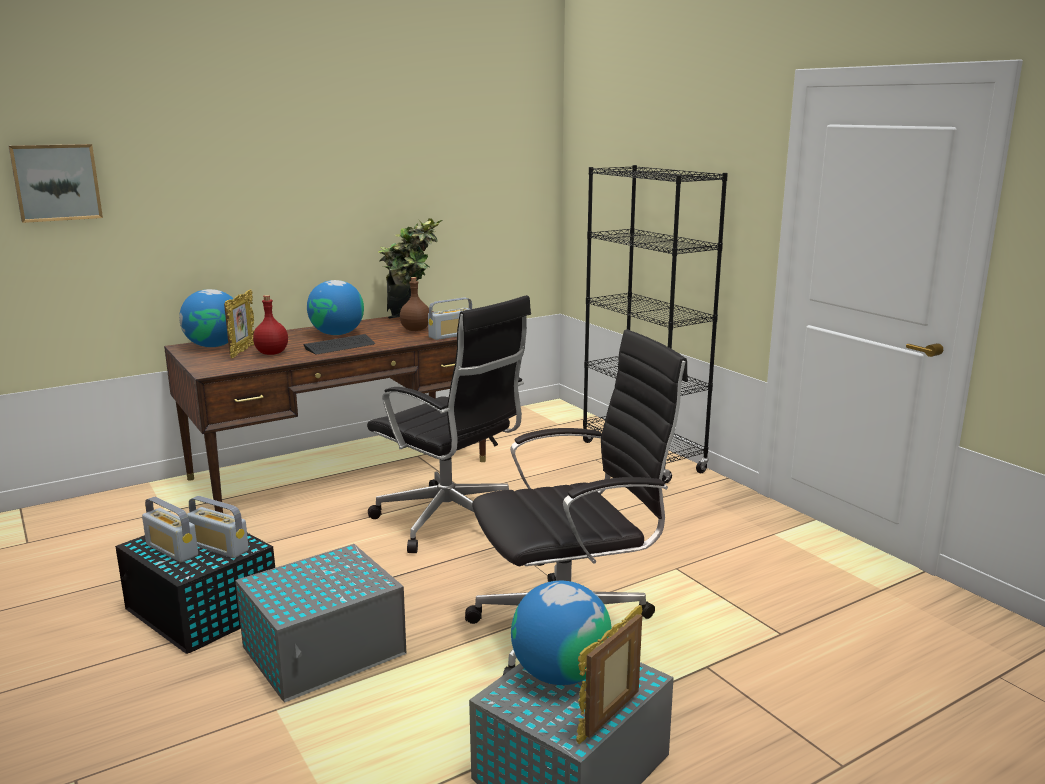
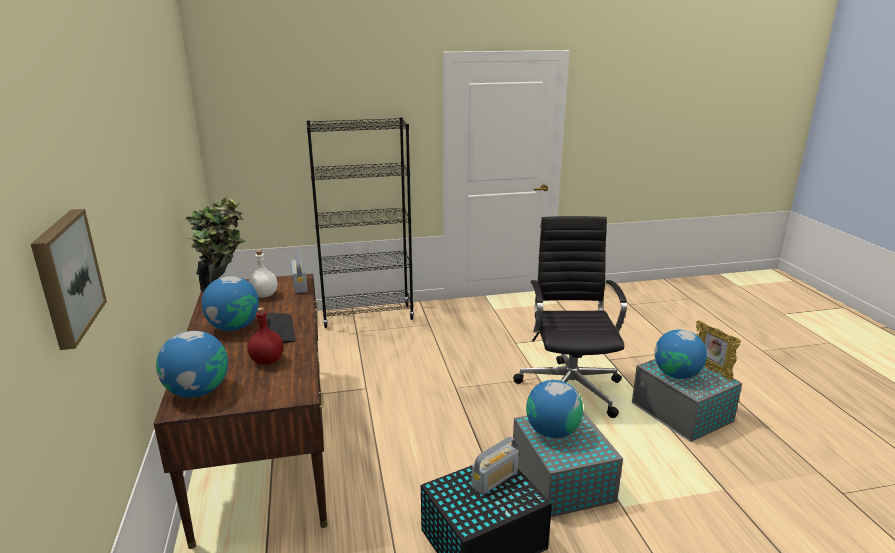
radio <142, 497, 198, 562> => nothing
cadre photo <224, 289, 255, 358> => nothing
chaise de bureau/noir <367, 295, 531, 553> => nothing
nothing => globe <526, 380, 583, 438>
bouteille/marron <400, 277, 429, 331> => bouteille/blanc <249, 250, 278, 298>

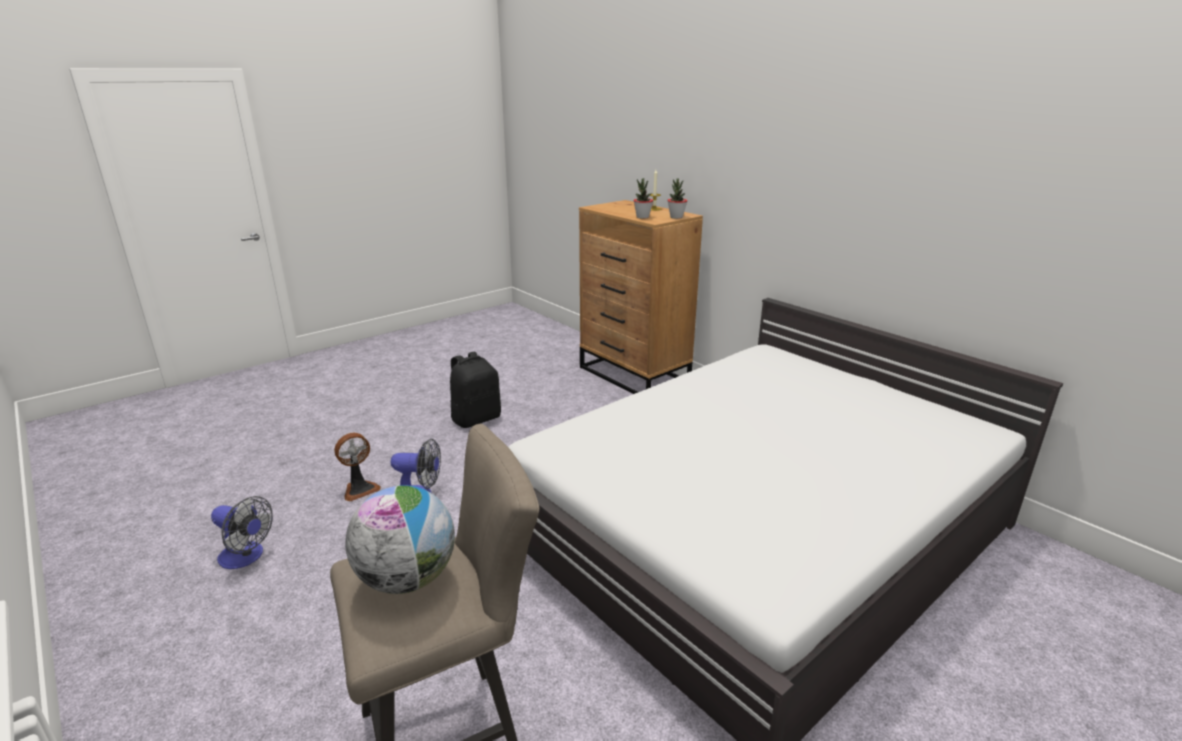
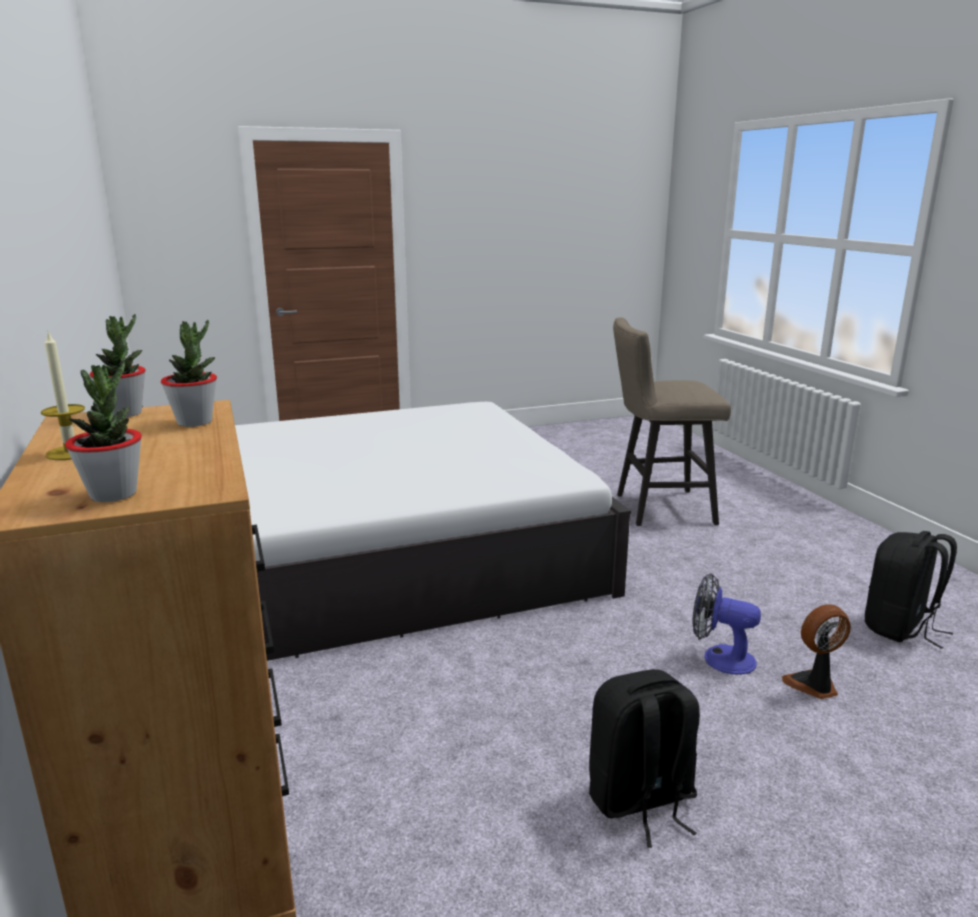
globe <345, 485, 455, 594> => nothing
nothing => plante en pot <65, 360, 142, 502>
ventilateur <211, 496, 273, 569> => sac à dos/noir <865, 531, 957, 649>

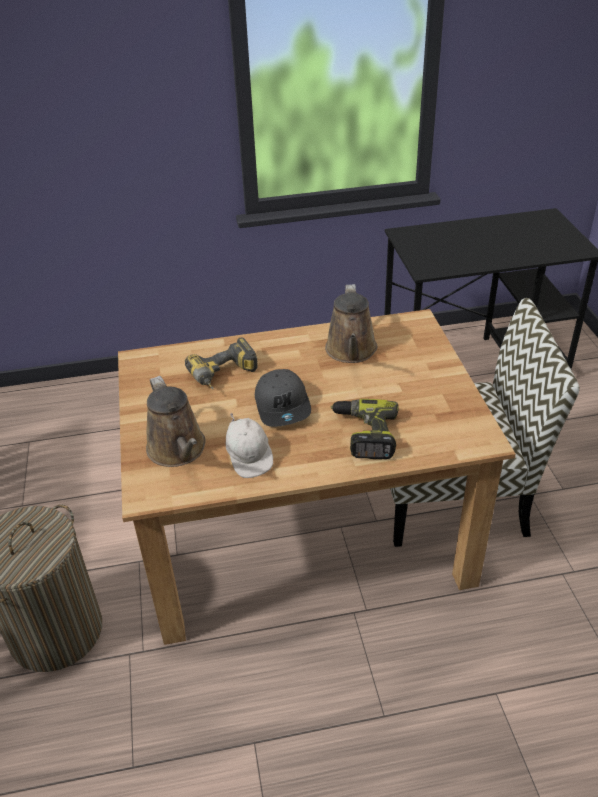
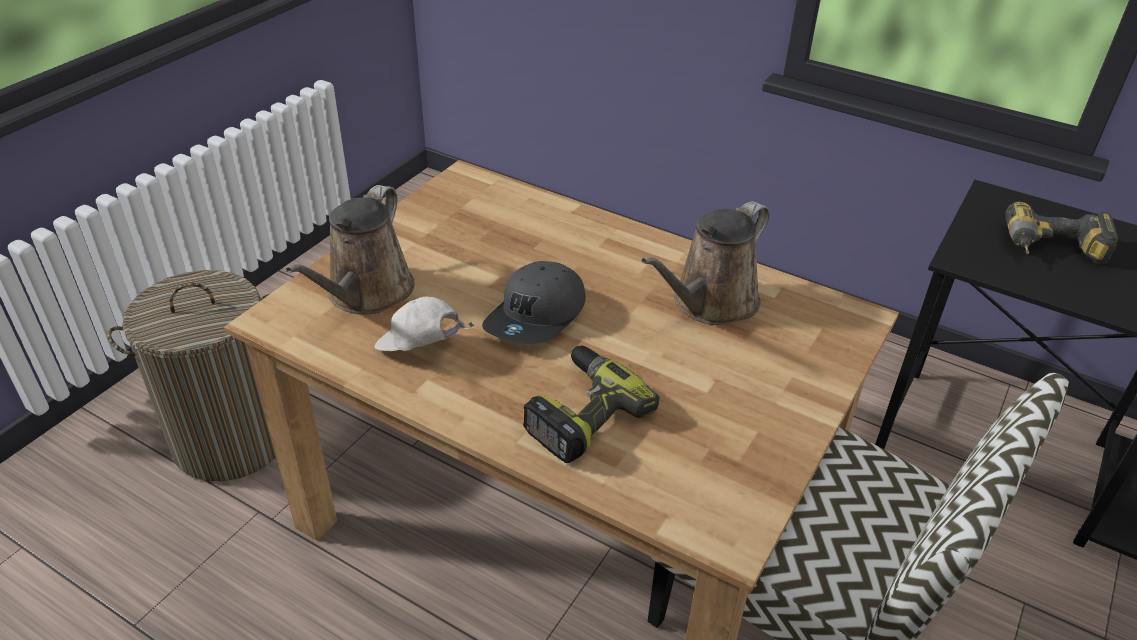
perceuse <185, 337, 258, 389> => perceuse <1005, 202, 1118, 265>, moved
casquette/blanc <226, 412, 273, 478> => casquette/blanc <375, 297, 475, 351>, 90 degrees clockwise

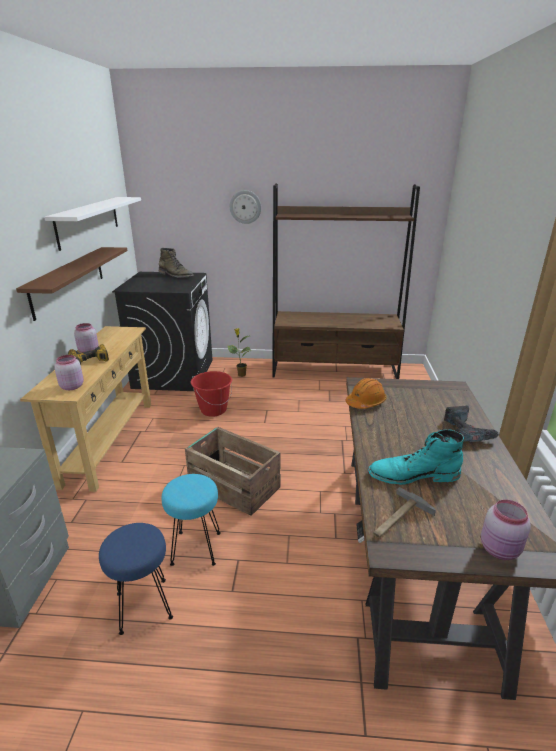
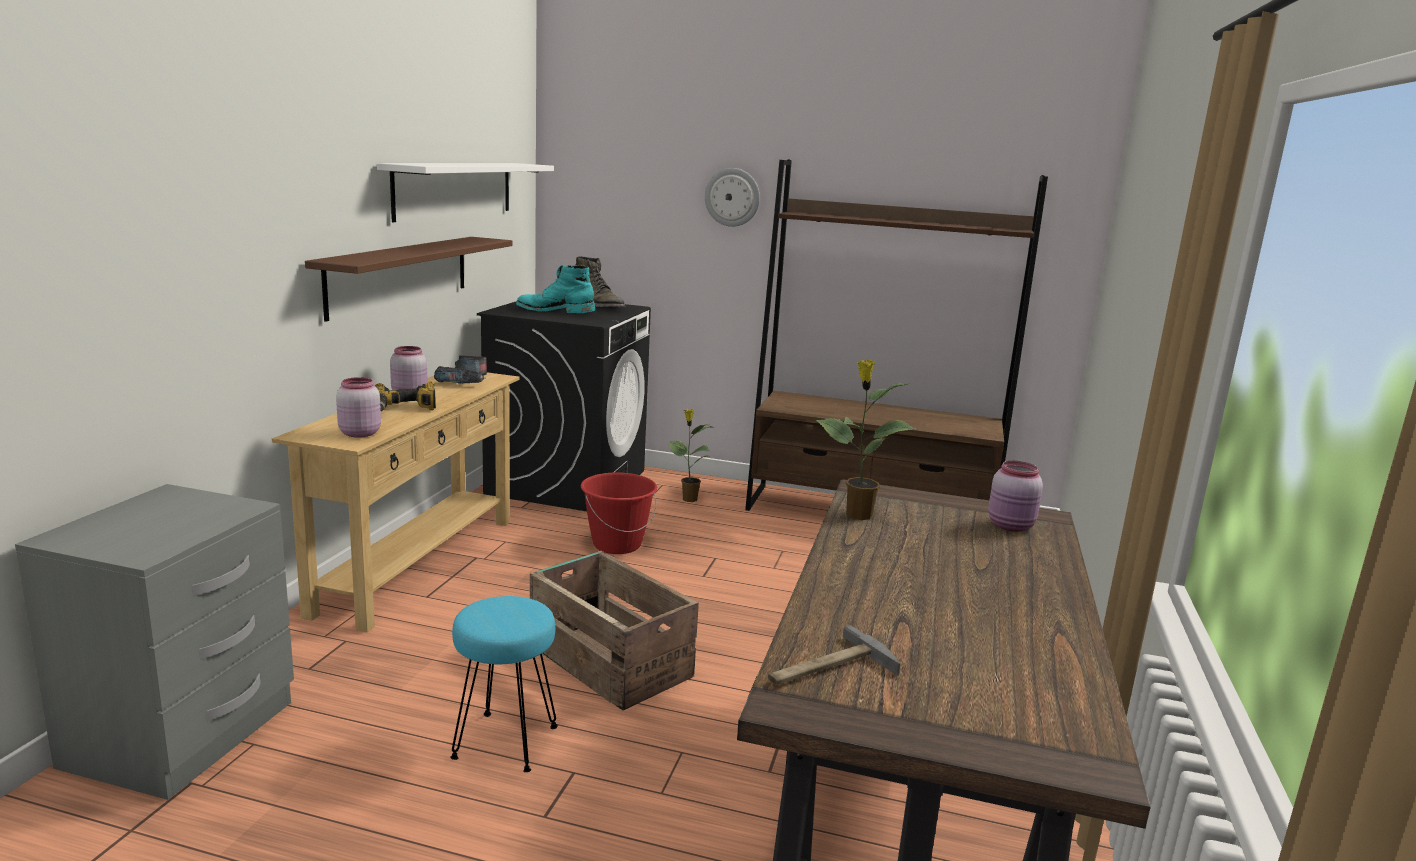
tabouret/bleu <99, 523, 173, 635> => nothing
botte/turquoise <368, 429, 464, 485> => botte/turquoise <516, 265, 595, 313>, moved
perceuse <444, 405, 500, 442> => perceuse <434, 355, 487, 384>, moved
bocal/rose <481, 499, 531, 560> => bocal/rose <988, 461, 1043, 532>, moved
casque de chantier/orange <345, 378, 386, 409> => plante en pot <816, 360, 915, 520>

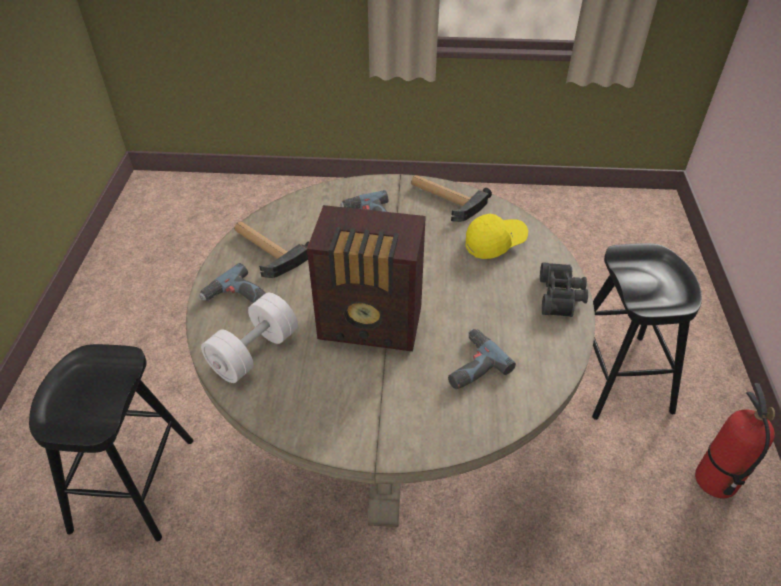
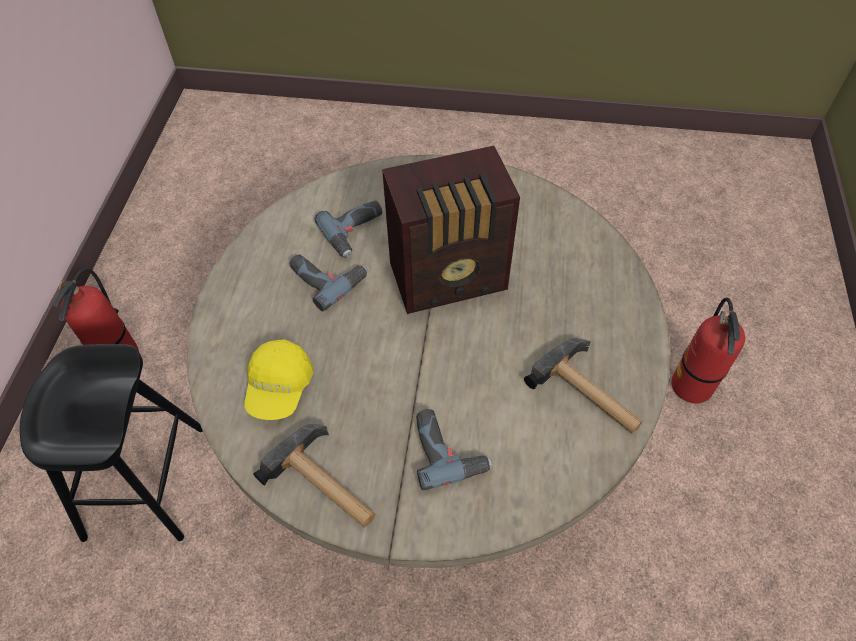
haltère/blanc <201, 293, 298, 383> => nothing
jumelles/noir <540, 262, 588, 317> => nothing
perceuse <199, 263, 266, 303> => perceuse <290, 254, 367, 311>, moved
tabouret/noir <29, 344, 193, 541> => extincteur <671, 297, 745, 403>
radio <307, 205, 426, 351> => radio <382, 146, 520, 314>, 150 degrees clockwise
casquette/jaune <466, 214, 528, 259> => casquette/jaune <245, 339, 313, 420>, 60 degrees counterclockwise

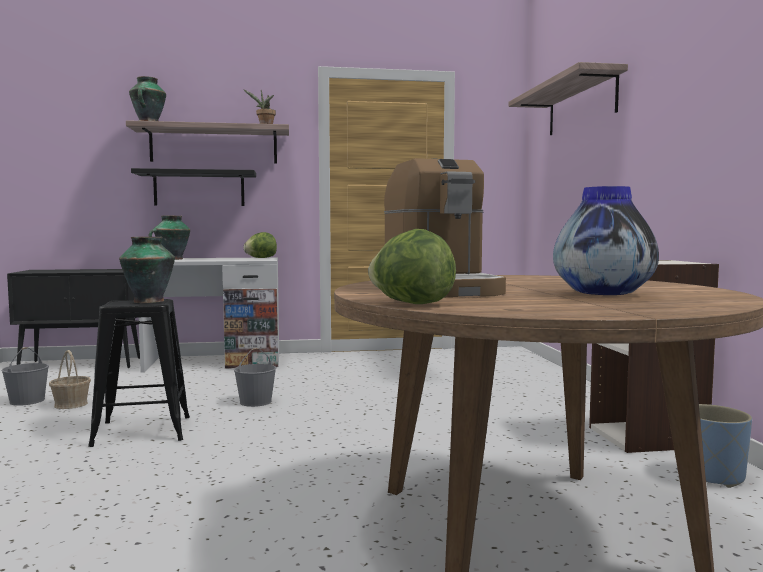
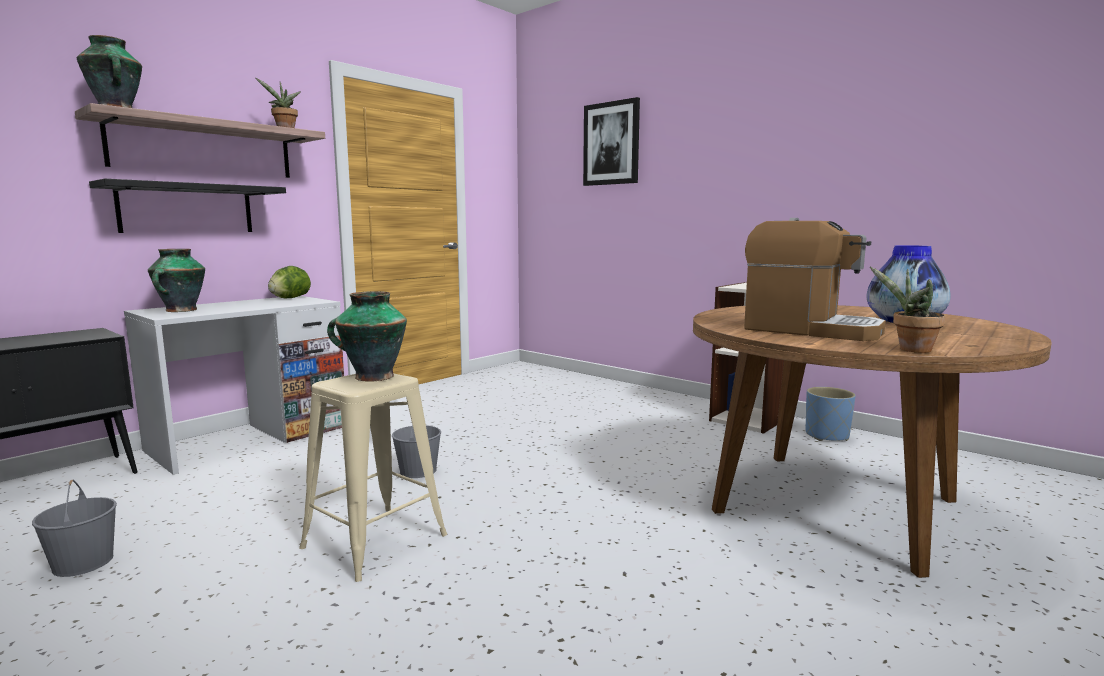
panier <49, 350, 91, 409> => nothing
laitue <368, 229, 456, 304> => plante en pot <870, 267, 945, 353>
étagère <508, 62, 628, 135> => tableau <583, 97, 640, 186>
tabouret/noir <88, 299, 190, 447> => tabouret/beige <299, 373, 447, 582>

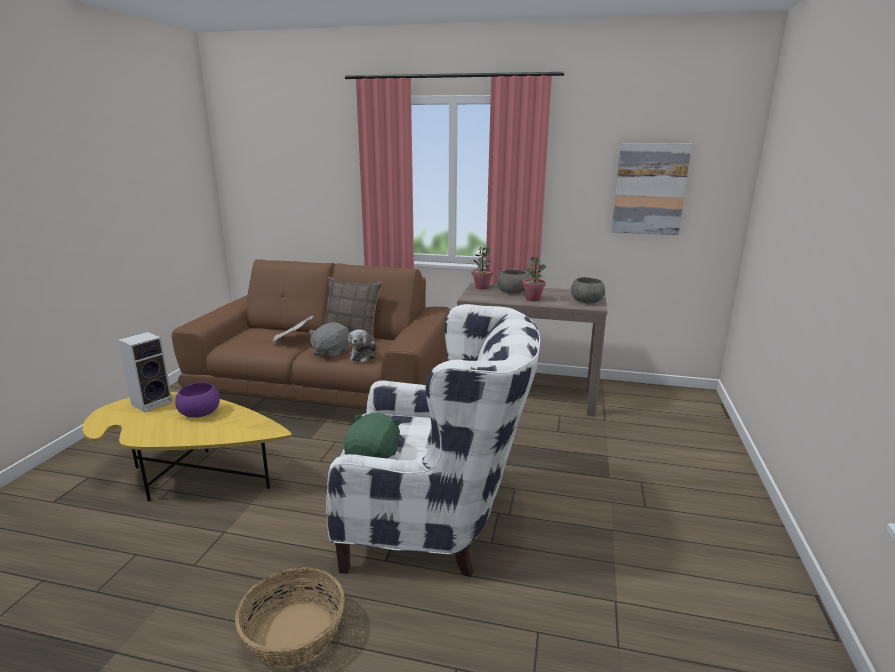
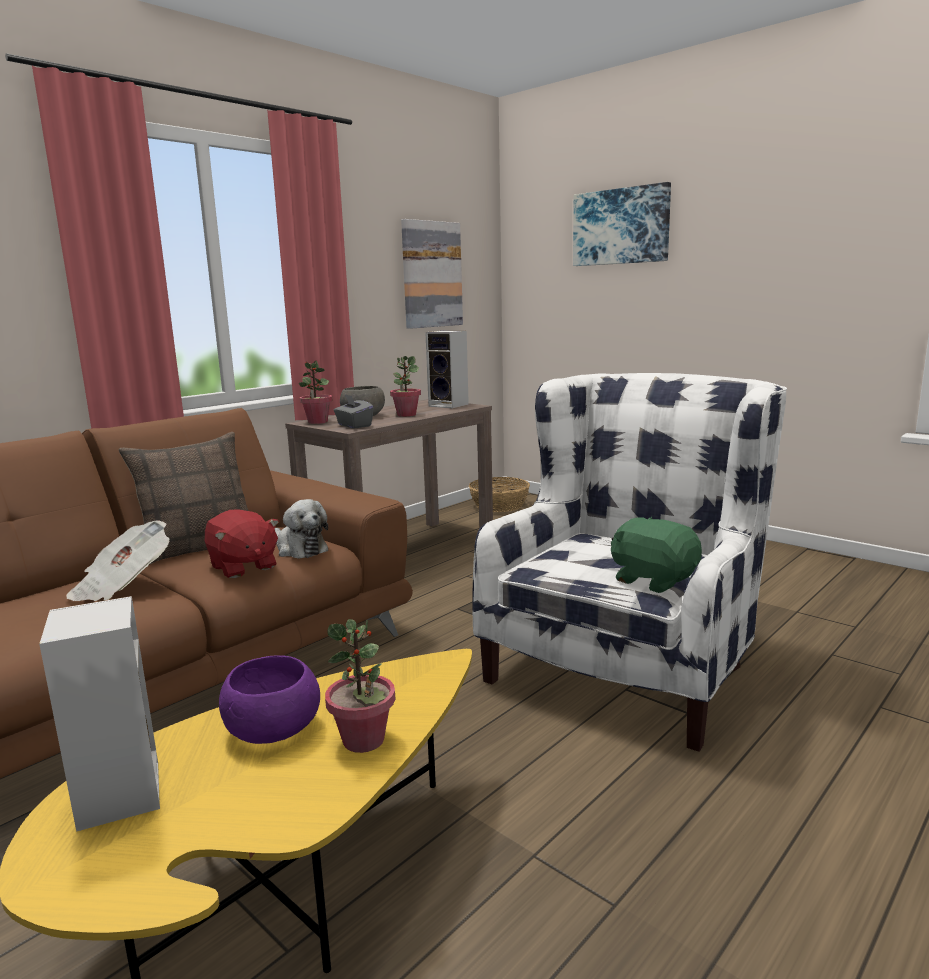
nothing => plante en pot <325, 619, 395, 753>
nothing => boîte à mouchoirs/gris <334, 394, 374, 429>
nothing => tableau <573, 182, 671, 266>
panier <235, 567, 345, 668> => panier <469, 477, 530, 512>, moved
bol/gris <571, 277, 605, 304> => enceinte <425, 331, 469, 408>
peluche/gris <308, 322, 350, 358> => peluche/rouge <204, 509, 279, 578>

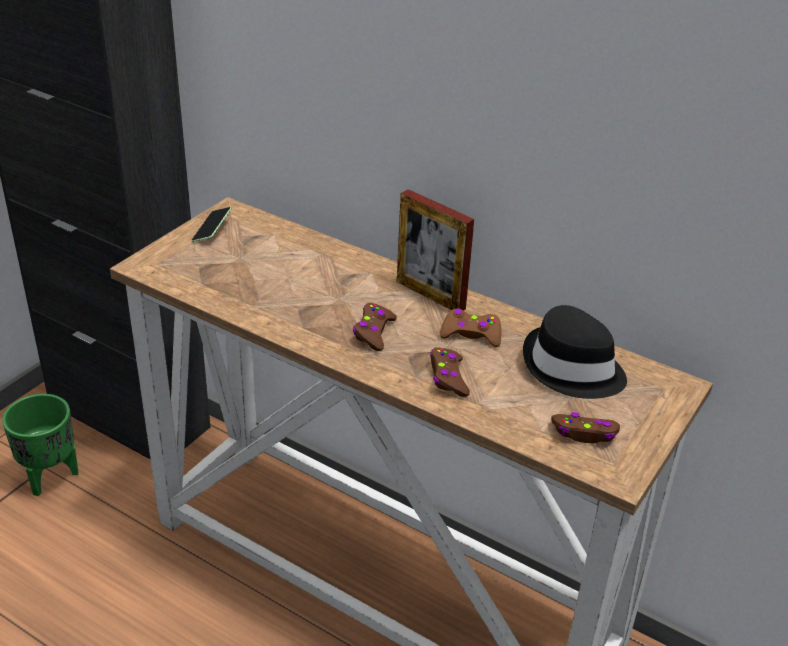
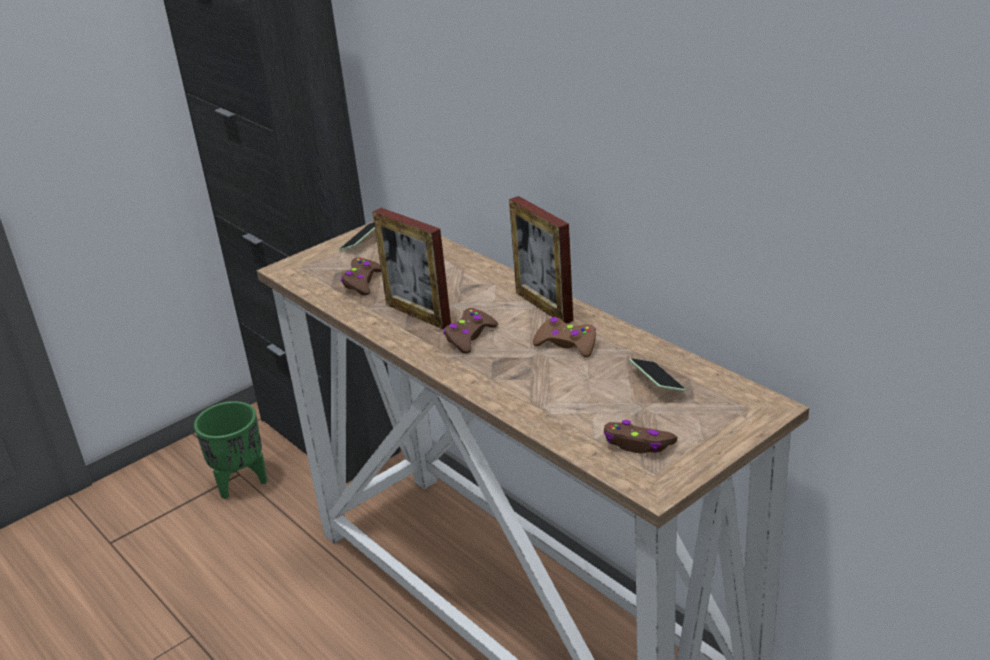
nothing => cadre photo <373, 208, 451, 329>
manette/marron <430, 347, 470, 397> => manette/marron <341, 257, 381, 296>, moved
chapeau/noir <523, 305, 627, 399> => téléphone <629, 358, 686, 391>

